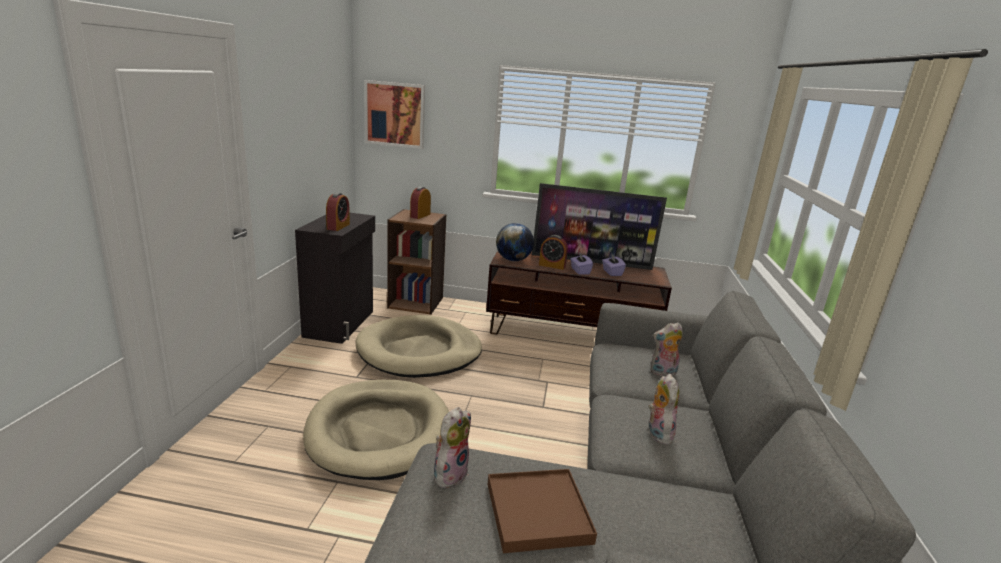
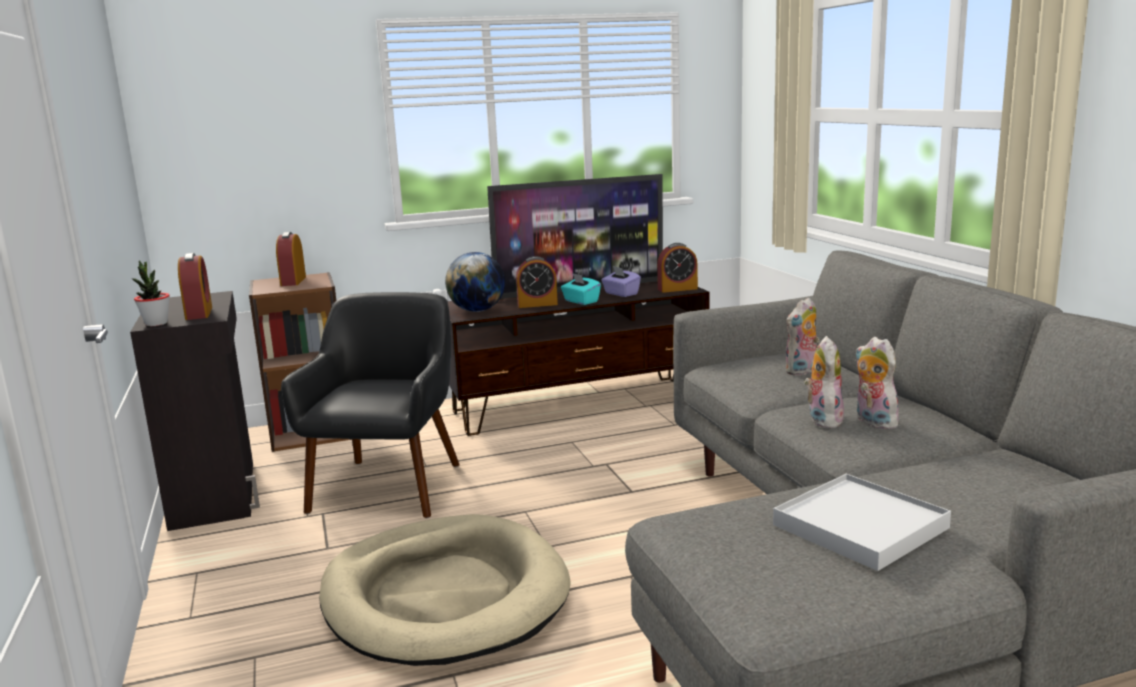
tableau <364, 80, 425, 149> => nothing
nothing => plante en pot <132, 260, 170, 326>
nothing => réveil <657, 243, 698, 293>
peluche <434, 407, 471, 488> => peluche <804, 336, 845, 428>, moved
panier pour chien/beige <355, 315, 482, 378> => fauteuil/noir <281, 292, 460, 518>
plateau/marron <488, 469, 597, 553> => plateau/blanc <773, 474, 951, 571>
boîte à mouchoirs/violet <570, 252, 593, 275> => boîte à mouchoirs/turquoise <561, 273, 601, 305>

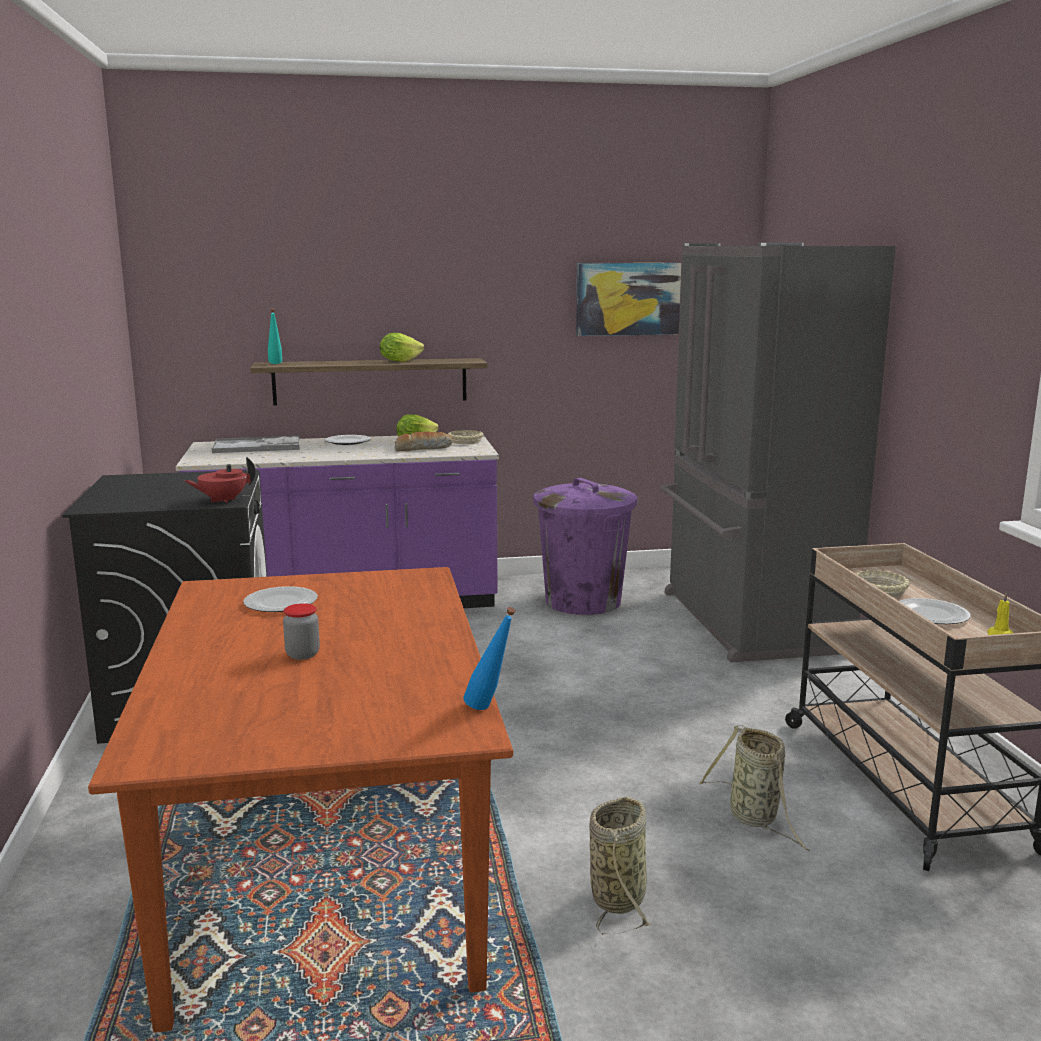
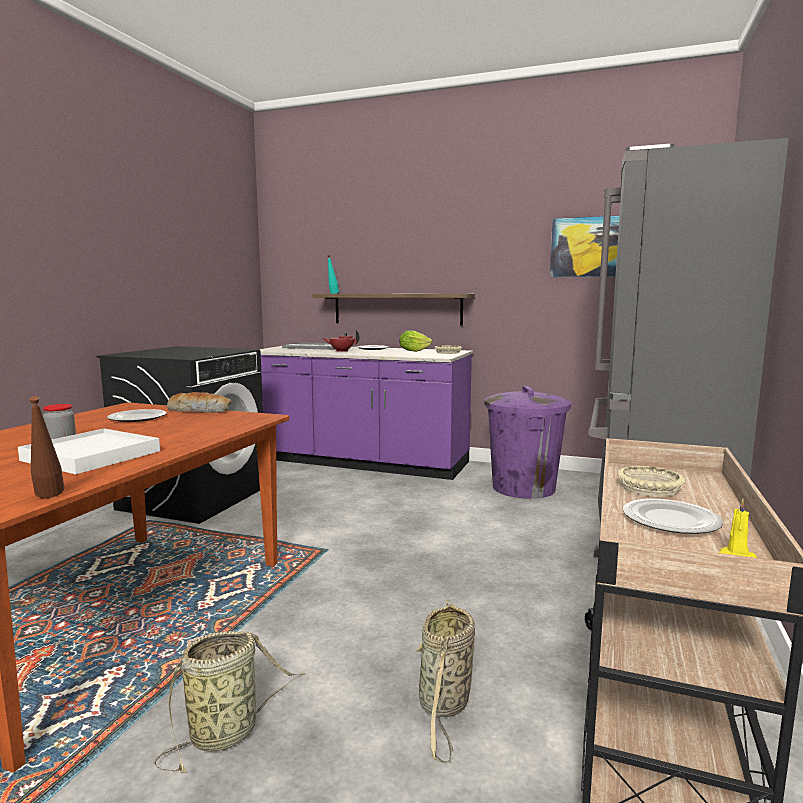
laitue <380, 333, 424, 362> => nothing
nothing => plateau/blanc <18, 429, 160, 474>
théière/rouge <184, 457, 256, 503> => théière/rouge <323, 329, 360, 352>, moved
pain <394, 431, 453, 452> => pain <167, 392, 232, 413>, moved
bouteille/bleu <463, 607, 516, 710> => bouteille/marron <29, 396, 64, 498>

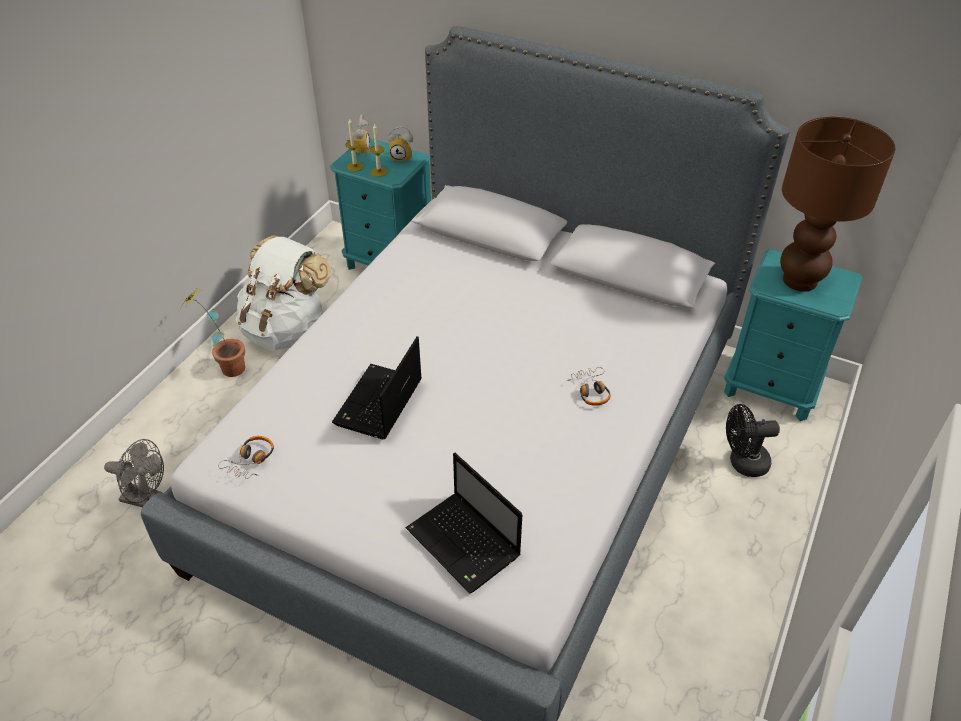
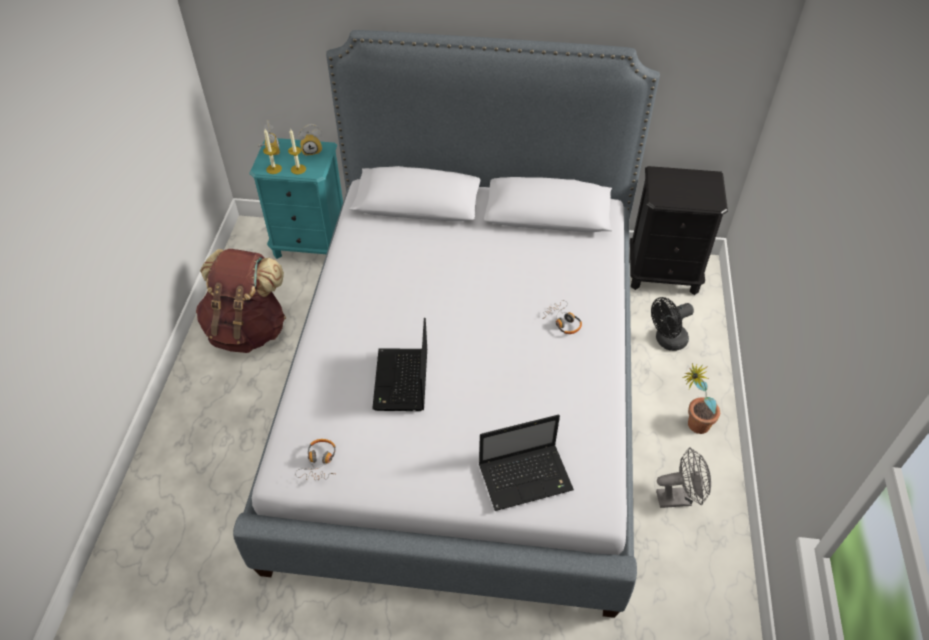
lampe de table/marron <780, 117, 895, 292> => nothing
ventilateur/gris <104, 439, 164, 507> => ventilateur/gris <656, 447, 711, 508>, moved
plante en pot <181, 287, 245, 377> => plante en pot <682, 363, 720, 434>, moved
sac à dos/blanc <236, 235, 331, 350> => sac à dos/marron <196, 249, 286, 353>
table de chevet/turquoise <724, 249, 862, 421> => table de chevet/noir <630, 166, 728, 295>
ordinateur portable <406, 453, 522, 594> => ordinateur portable <479, 415, 574, 511>, 45 degrees counterclockwise

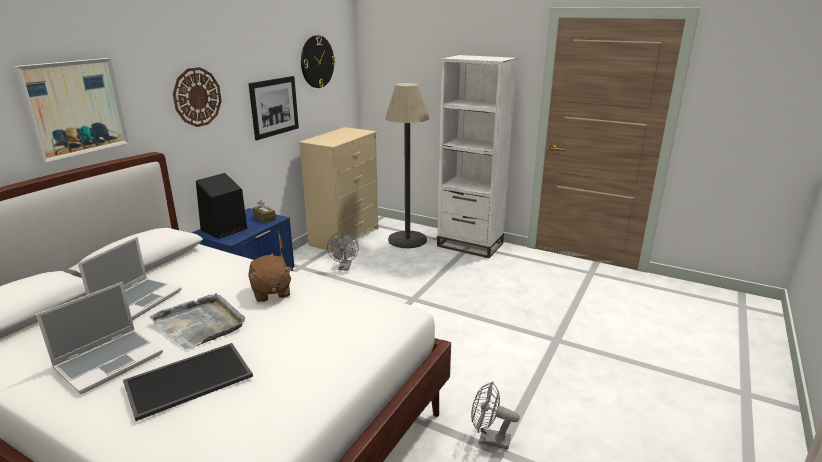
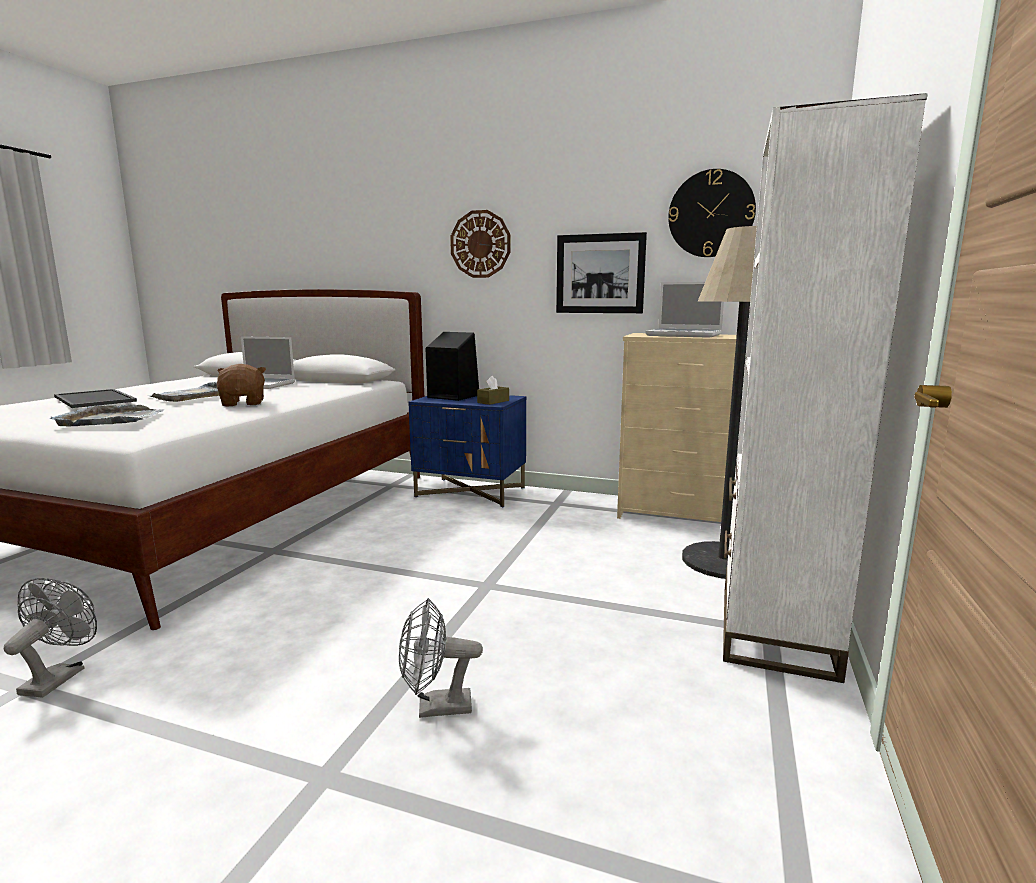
tableau <14, 58, 129, 163> => nothing
nothing => plateau/gris <49, 404, 165, 427>
ordinateur portable <36, 282, 163, 394> => ordinateur portable <646, 282, 724, 338>, moved
ventilateur/gris <327, 232, 358, 270> => ventilateur/gris <399, 598, 483, 718>, moved
peluche/marron <248, 255, 292, 302> => peluche/marron <217, 364, 266, 406>, 105 degrees clockwise

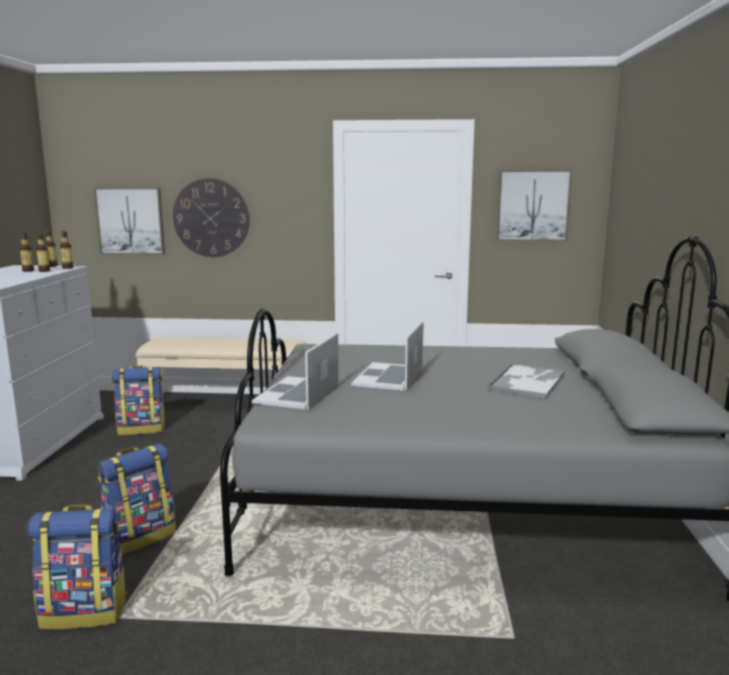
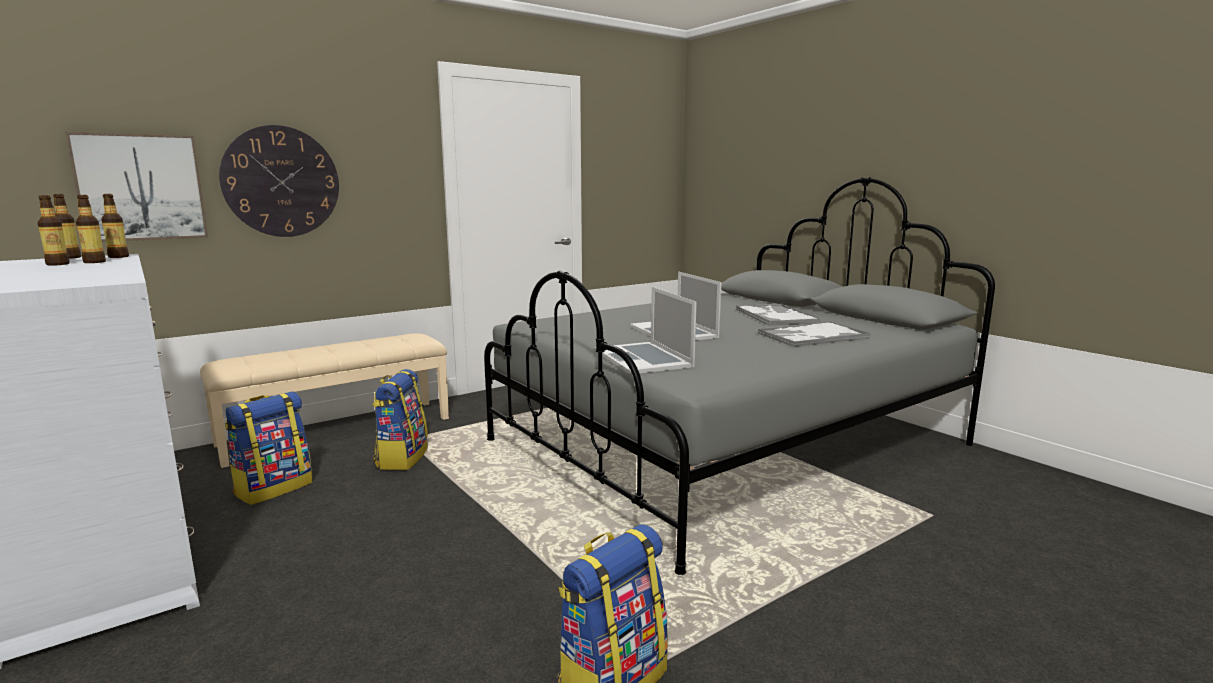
tableau <497, 170, 572, 241> => nothing
nothing => plateau <757, 322, 871, 347>
sac à dos <98, 444, 176, 555> => sac à dos <373, 369, 428, 470>, moved

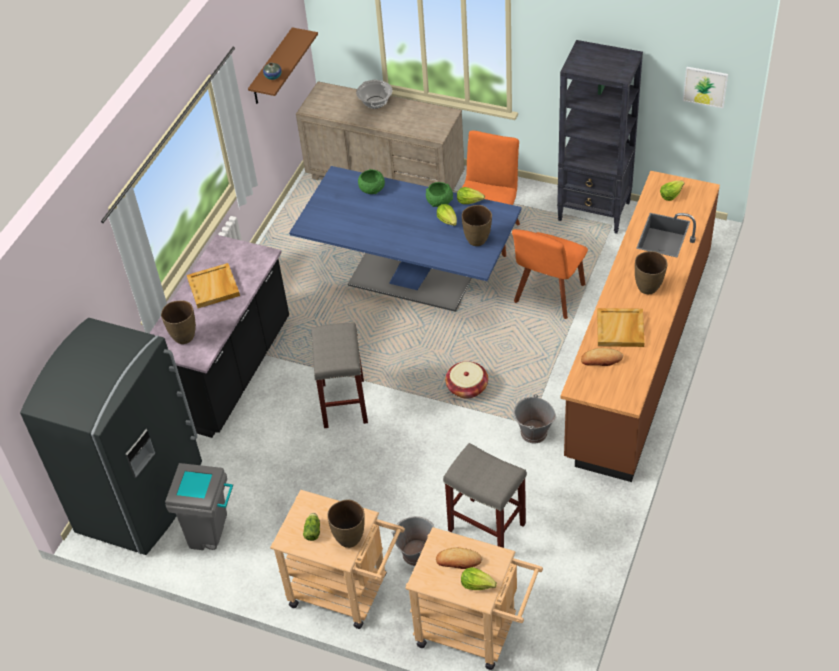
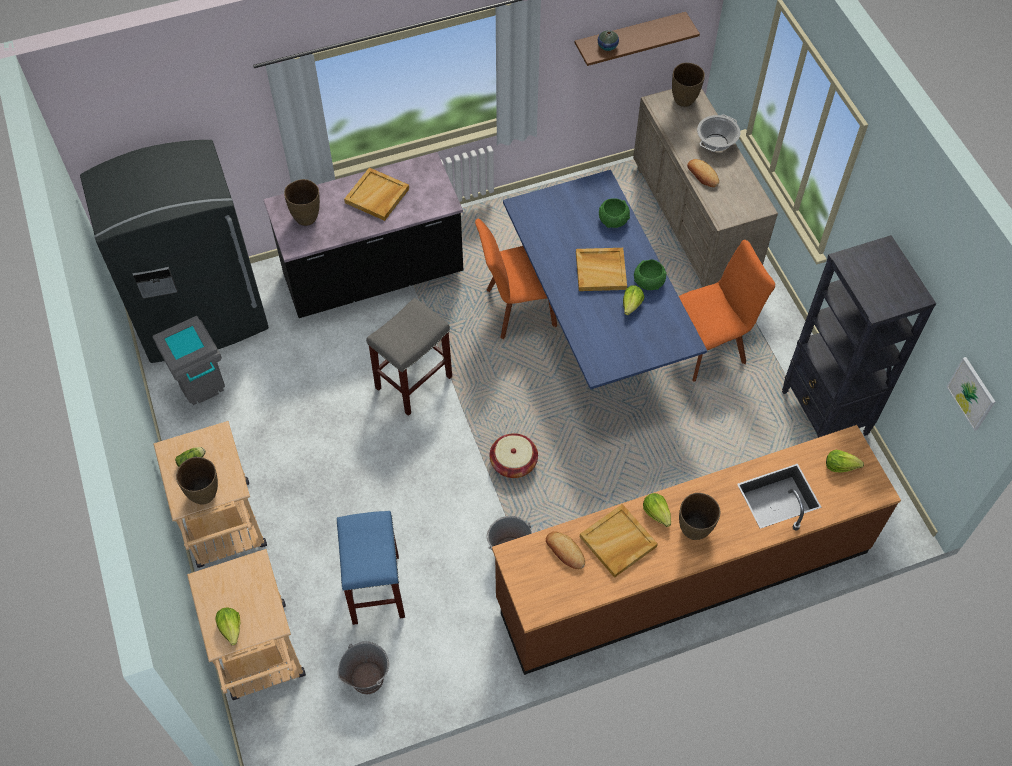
nothing => plateau/beige <576, 248, 627, 291>
seau/gris <391, 516, 435, 566> => seau/gris <338, 641, 389, 694>, moved
pain <436, 547, 482, 569> => pain <687, 159, 719, 187>, moved
laitue <457, 187, 485, 204> => laitue <643, 493, 671, 527>, moved
vase/marron <462, 205, 492, 246> => vase/marron <672, 63, 705, 107>, moved
chaise/orange <512, 229, 588, 319> => chaise/orange <475, 219, 557, 339>, moved
tabouret/gris <443, 443, 527, 548> => tabouret/bleu <337, 511, 405, 625>

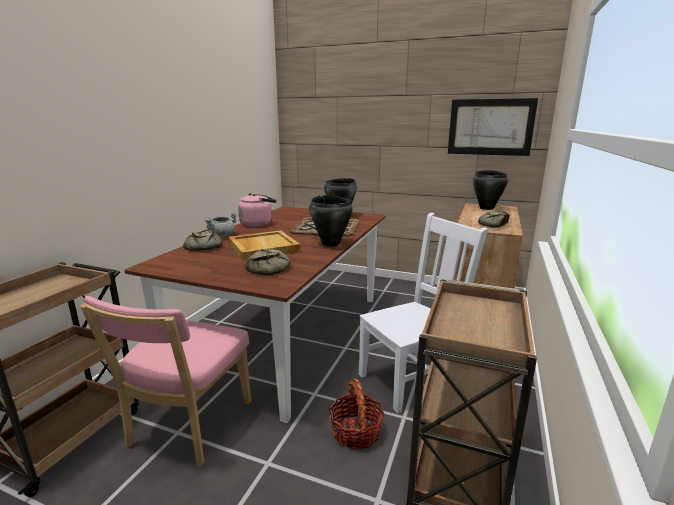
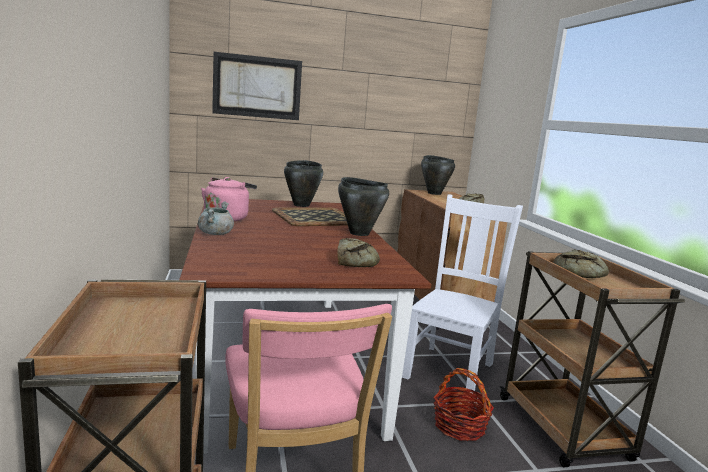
plateau/beige <229, 230, 301, 261> => nothing
pain <183, 230, 223, 251> => pain <553, 249, 609, 278>, moved
tableau <448, 98, 538, 156> => tableau <212, 52, 302, 120>, moved

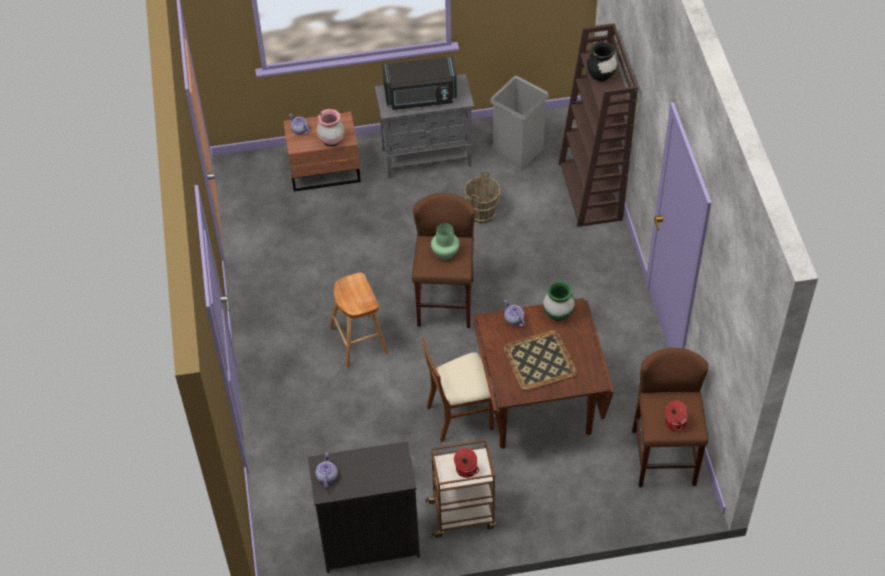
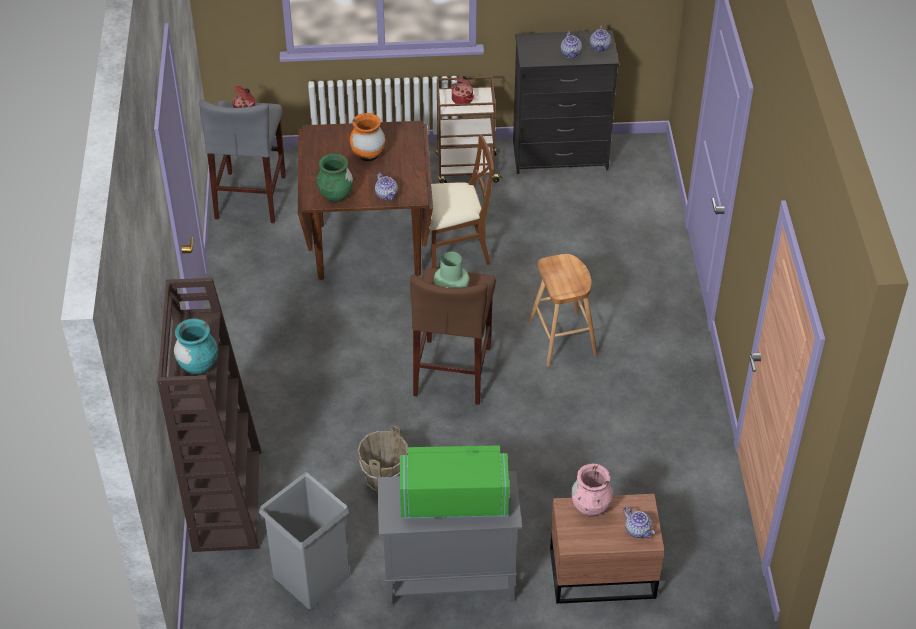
nothing => théière <561, 31, 582, 58>
plateau <503, 330, 578, 392> => vase/orange <350, 113, 385, 161>
micro-ondes/noir <382, 57, 457, 110> => micro-ondes/vert <400, 445, 509, 519>
vase/noir <587, 41, 617, 82> => vase/turquoise <174, 318, 218, 375>
tabouret/marron <632, 348, 708, 487> => tabouret/gris <199, 100, 286, 223>

